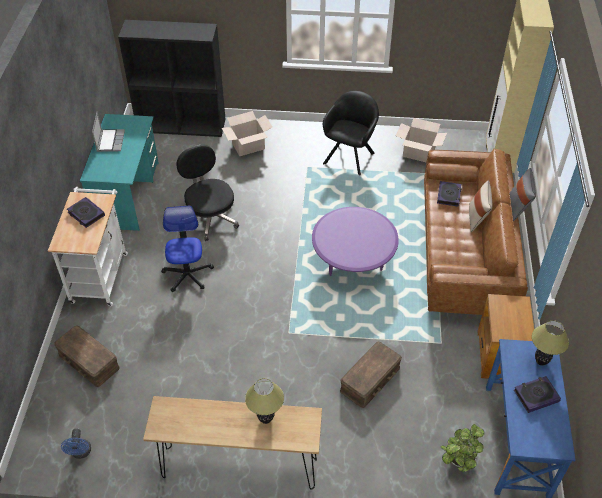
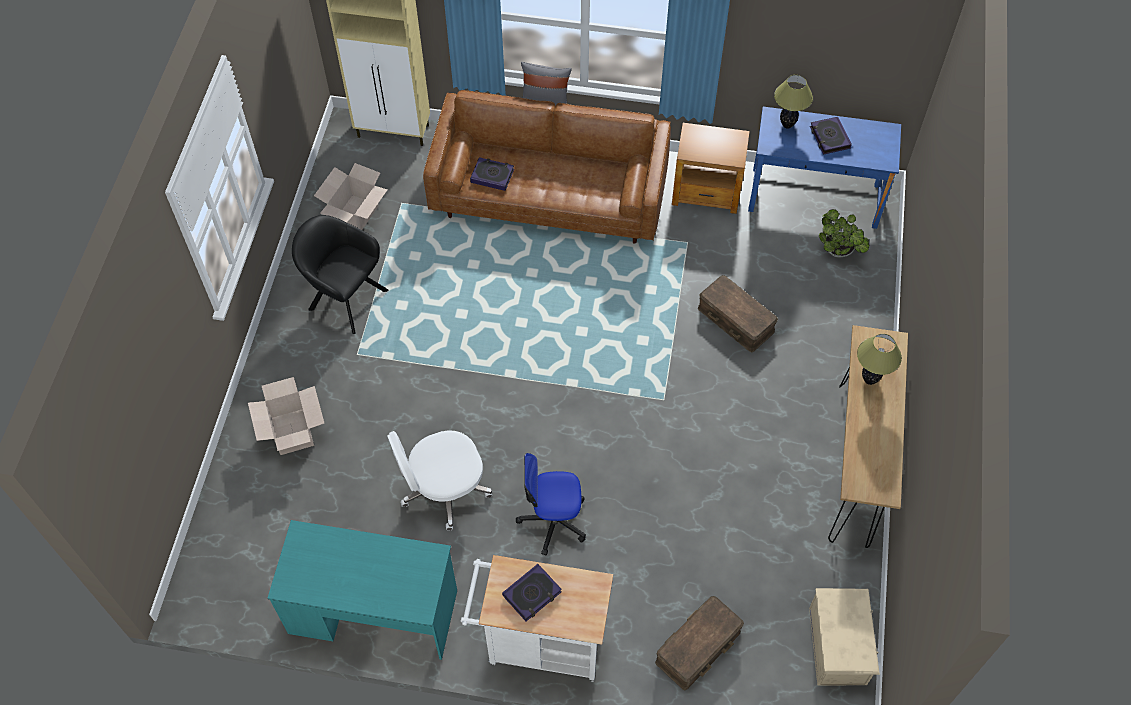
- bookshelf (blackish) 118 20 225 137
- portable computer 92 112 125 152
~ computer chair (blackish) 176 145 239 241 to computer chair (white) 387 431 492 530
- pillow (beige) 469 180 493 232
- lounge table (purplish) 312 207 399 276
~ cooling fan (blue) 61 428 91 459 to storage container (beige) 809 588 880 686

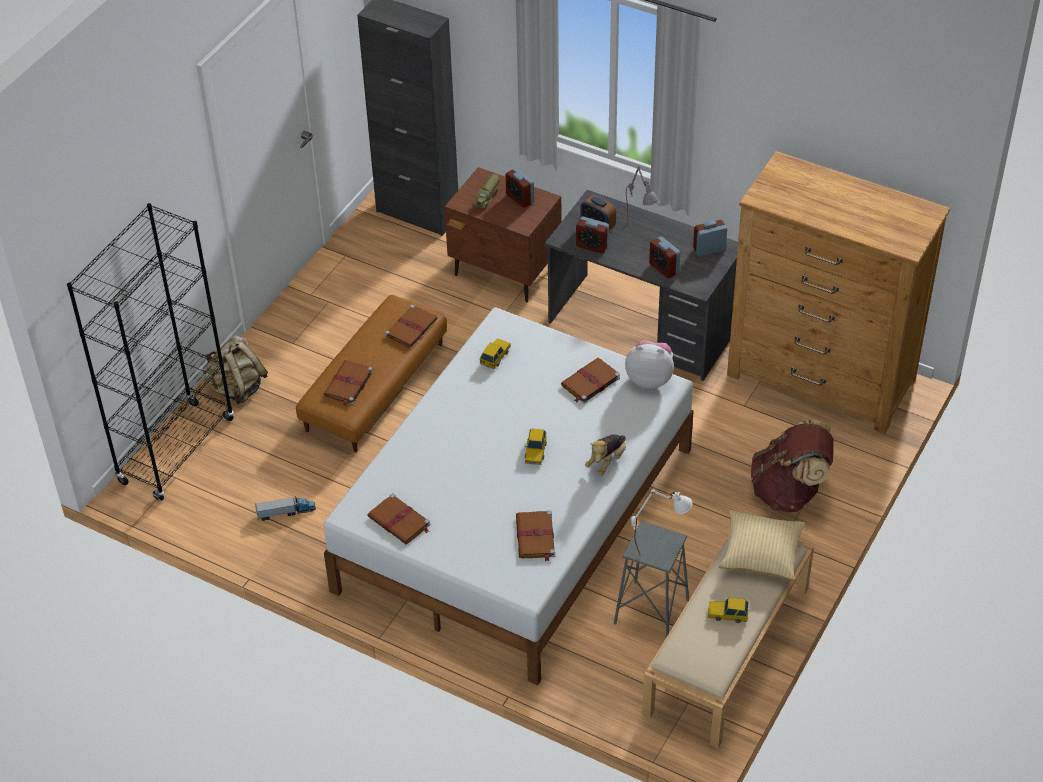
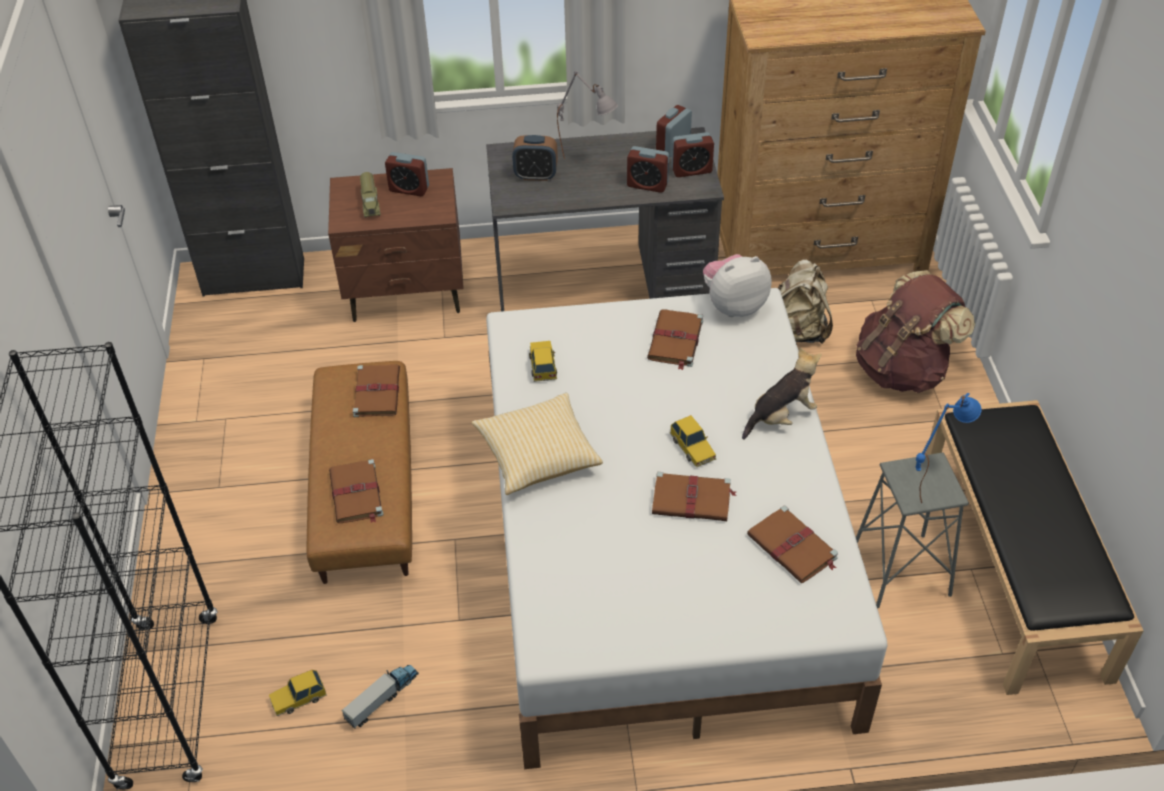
~ bedside clock 576 216 609 254 to 672 132 714 177
~ knapsack (beige) 203 335 268 404 to 778 260 833 344
~ plush toy 585 434 626 476 = 742 347 822 440 120 degrees counterclockwise
~ tabletop lamp (white) 631 490 692 556 to tabletop lamp (blue) 916 393 981 503
~ bound book (brownish) 367 494 430 544 to 652 472 736 521
~ pillow 719 510 805 580 to 471 393 603 495
~ bench (beige) 642 534 814 748 to bench (blackish) 926 400 1143 695
~ miniature car 708 597 749 623 to 269 670 327 716

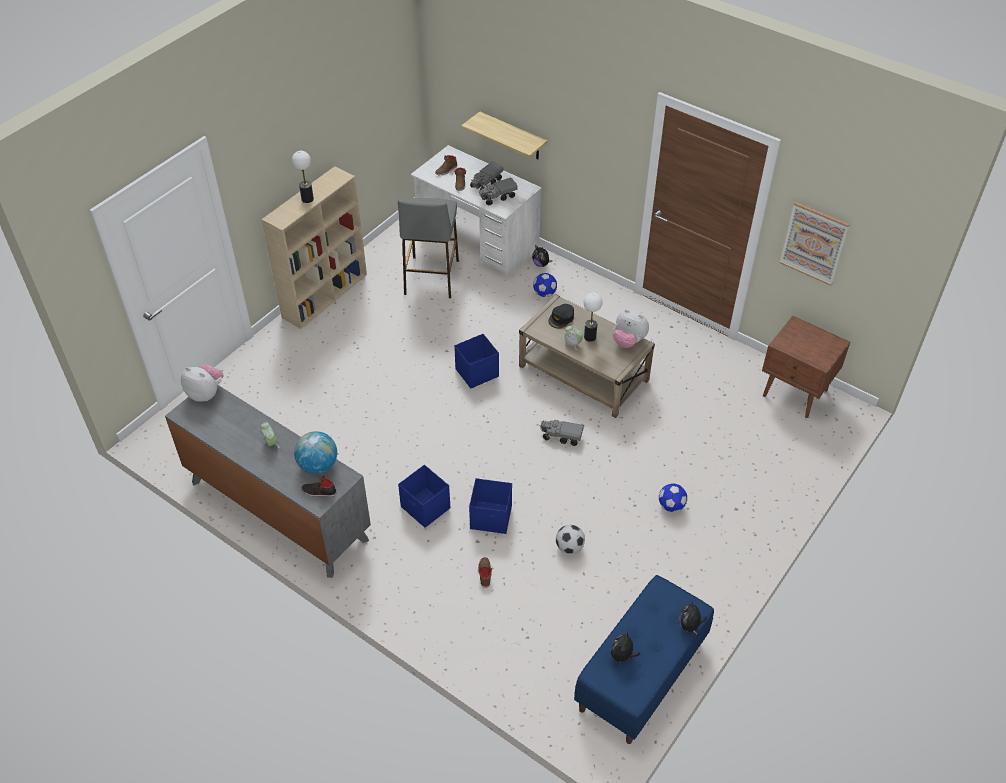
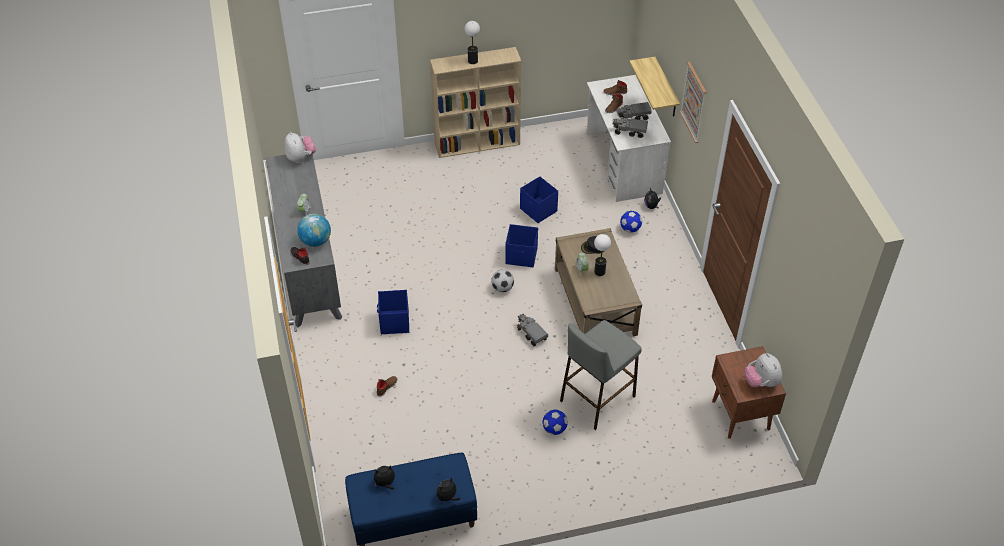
~ sitting stool (grey) 398 198 459 298 to 560 320 642 430
~ wall art 779 202 850 286 to 680 62 707 143
~ plush toy 613 309 649 348 to 744 353 782 387
~ storage container (blue) 469 478 512 534 to 520 176 558 223
~ football 556 525 585 554 to 491 270 514 292

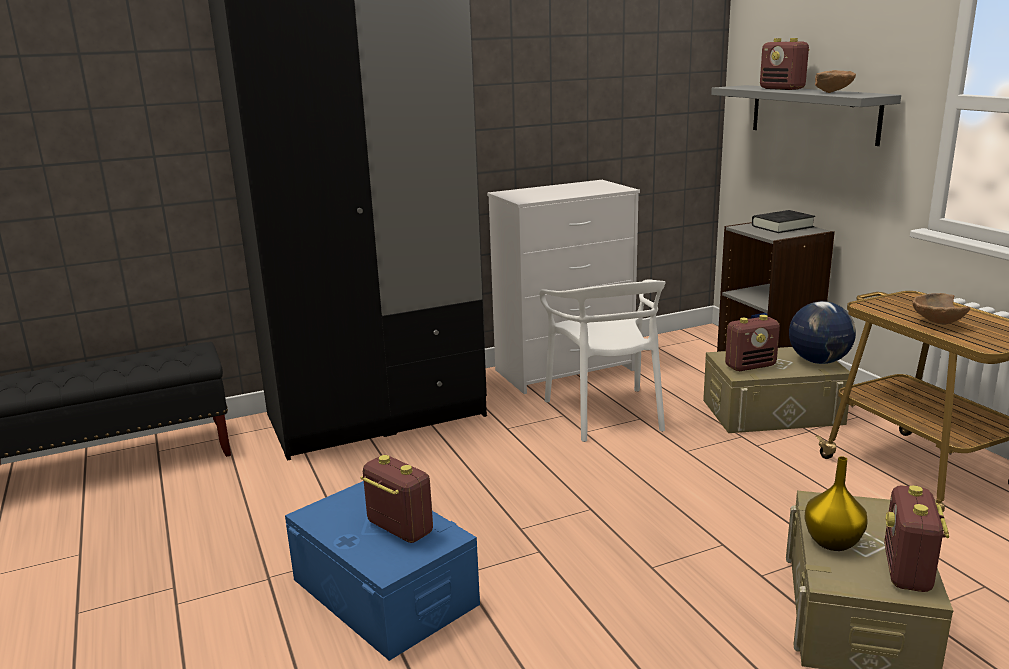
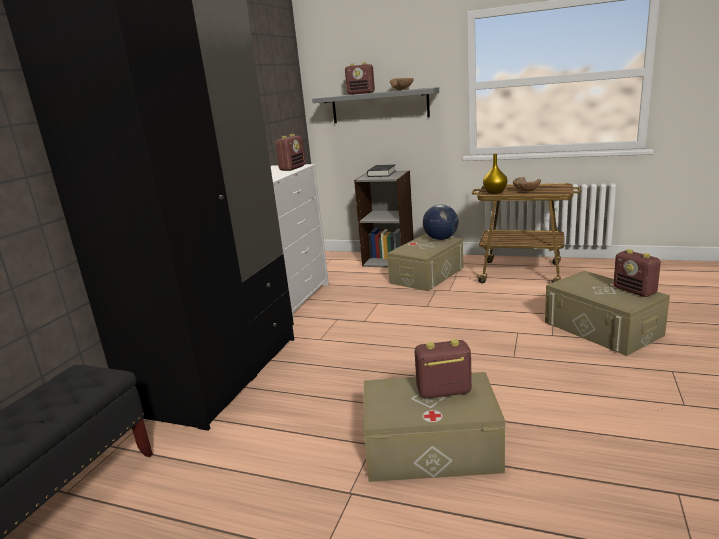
- chair (white) 539 280 666 442
~ radio 725 315 780 371 to 275 134 305 171
~ flower vase (yellowish) 804 456 867 551 to 483 154 507 194
~ storage container (blue) 285 481 480 661 to storage container (beige) 363 372 505 482

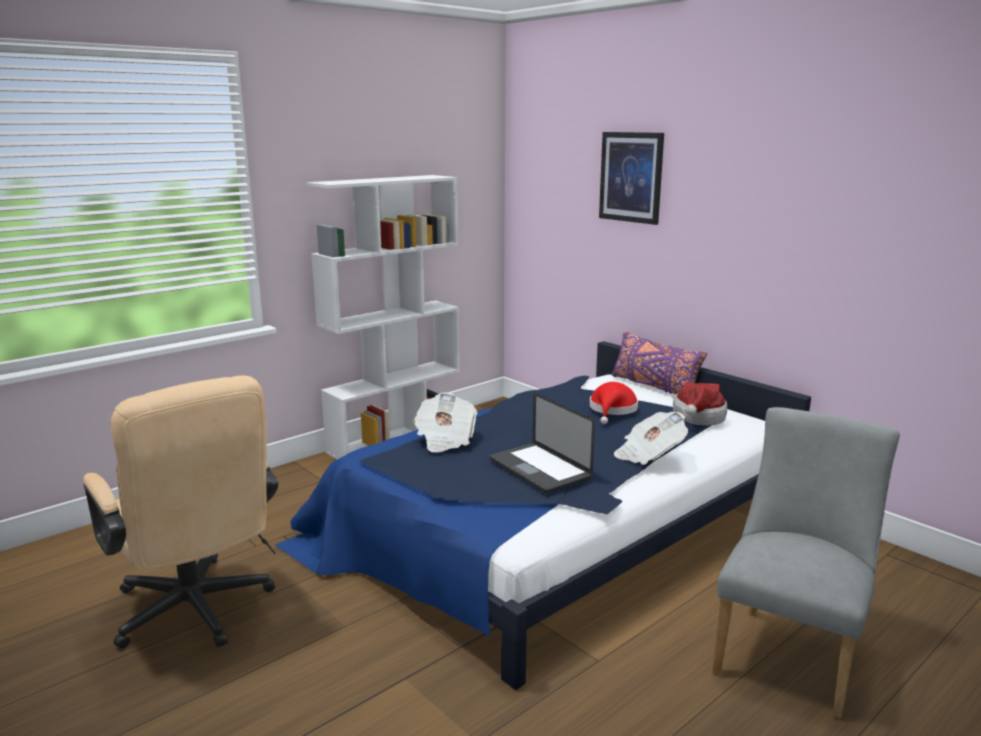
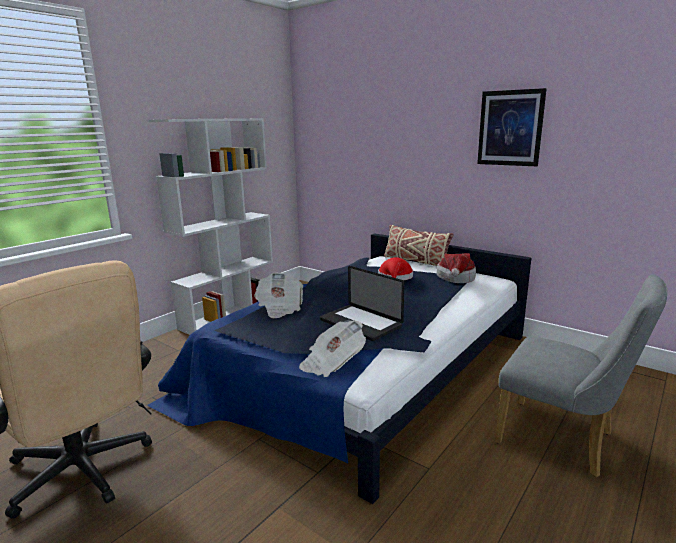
~ wall art 599 132 664 225 to 477 88 547 166
~ pillow (purplish) 612 332 707 395 to pillow (beige) 384 225 454 266
~ chair (grey) 712 407 900 718 = 495 275 667 477 105 degrees clockwise
~ daily paper 614 412 688 465 to 299 321 366 377

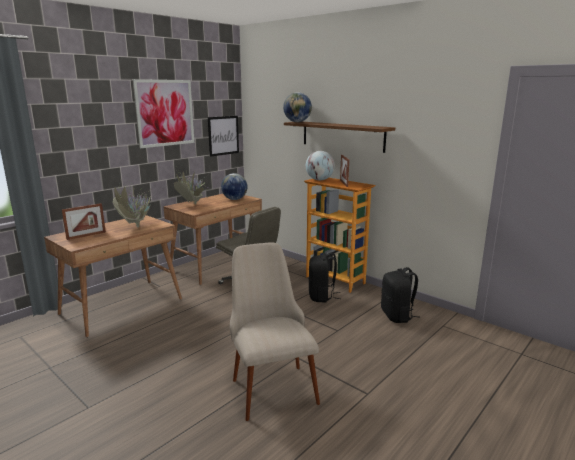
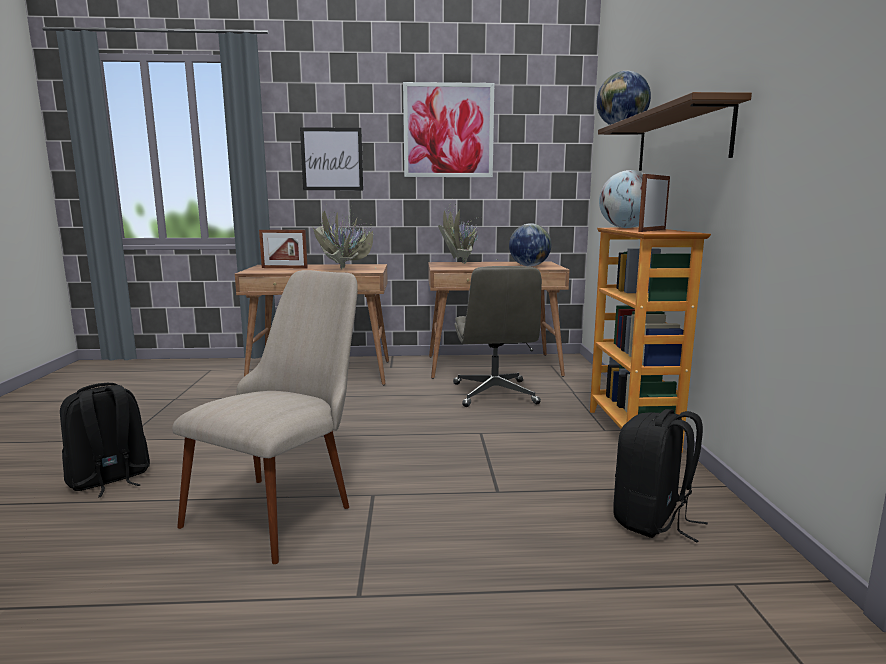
~ wall art 208 116 239 157 to 300 127 363 190
~ knapsack (blackish) 309 252 340 303 to 60 383 150 498

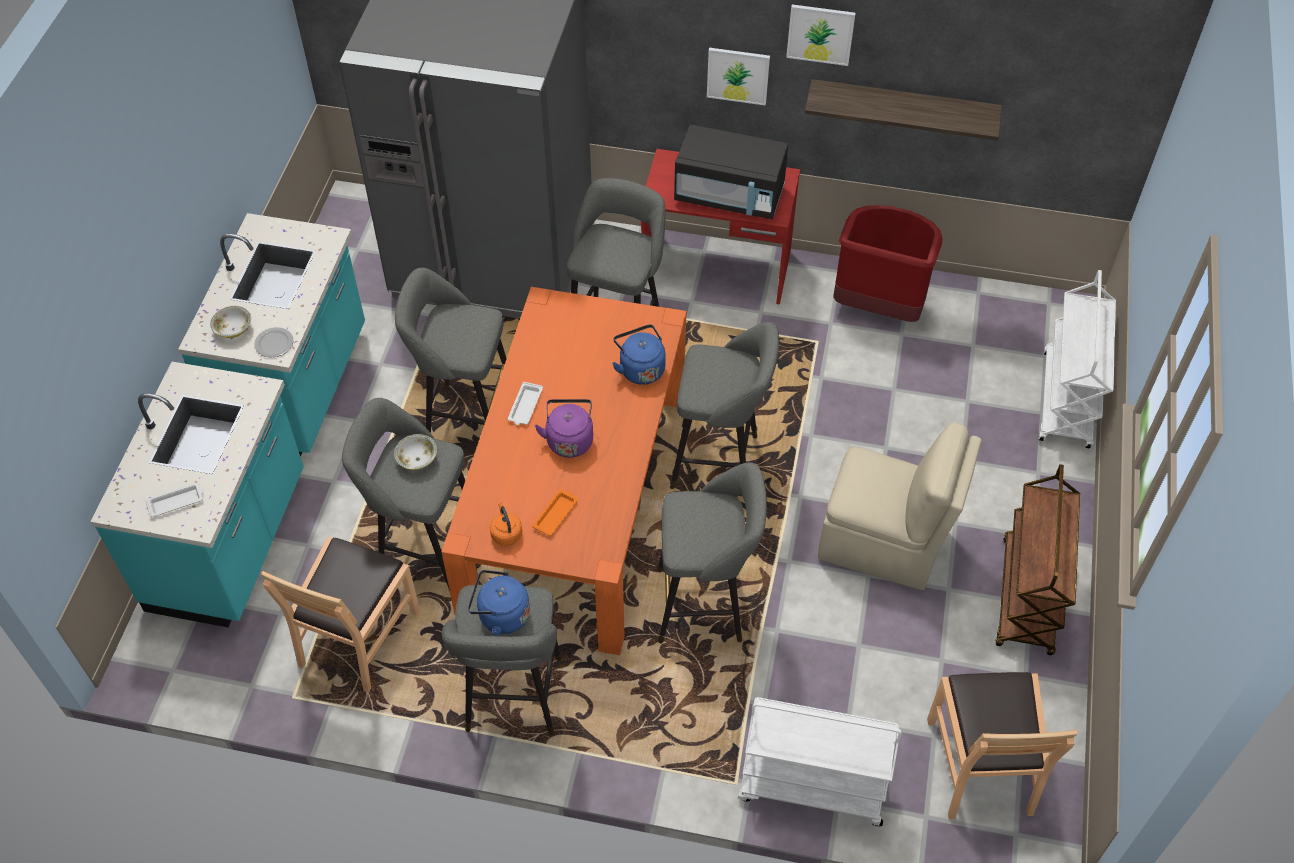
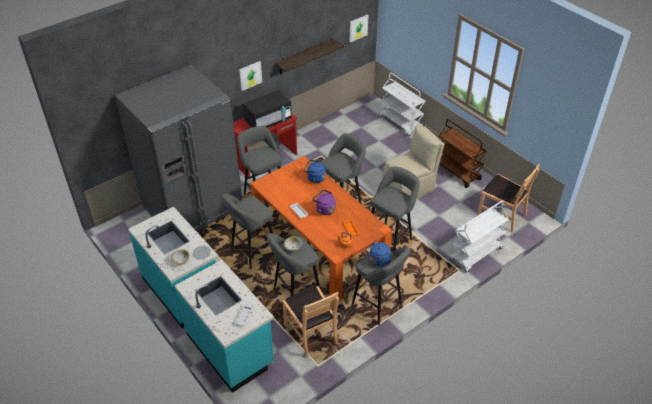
~ wall art 786 4 856 66 to 350 14 369 42
- trash can (red-coloured) 833 205 942 322

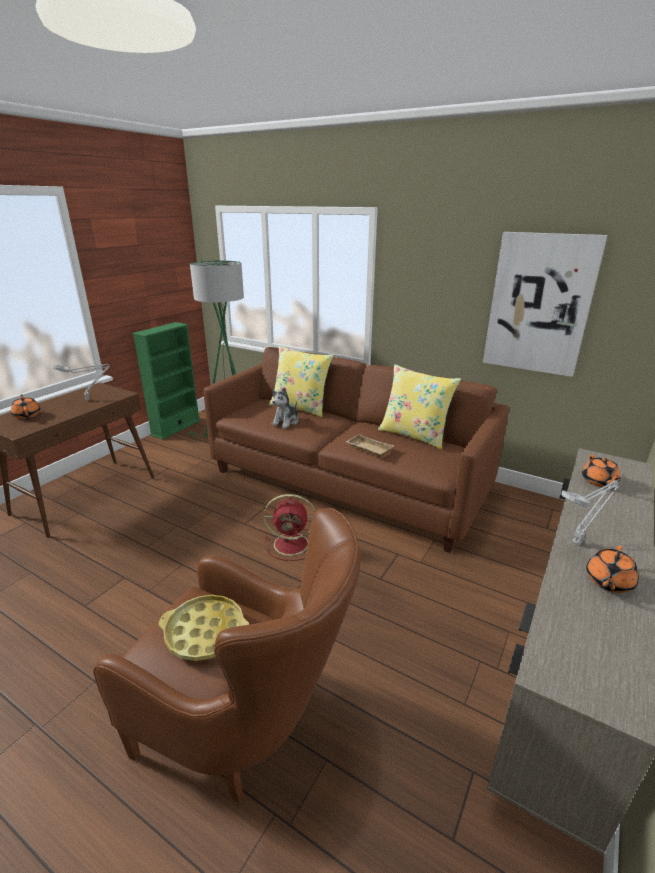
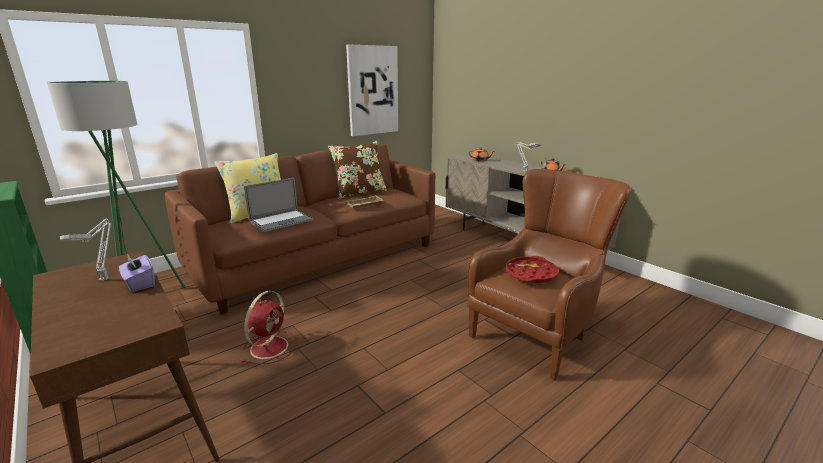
~ pillow (yellowish) 378 364 461 450 to pillow (brownish) 328 141 387 199
~ plush toy 271 388 298 428 to portable computer 244 178 314 232
- tea pot (orange-coloured) 11 394 40 419
~ cooling fan (red-coloured) 264 494 316 561 to 242 291 297 364
~ carrying tray (yellowish) 159 595 249 661 to carrying tray (red-coloured) 506 256 559 283
+ tissue box (purplish) 119 254 155 292

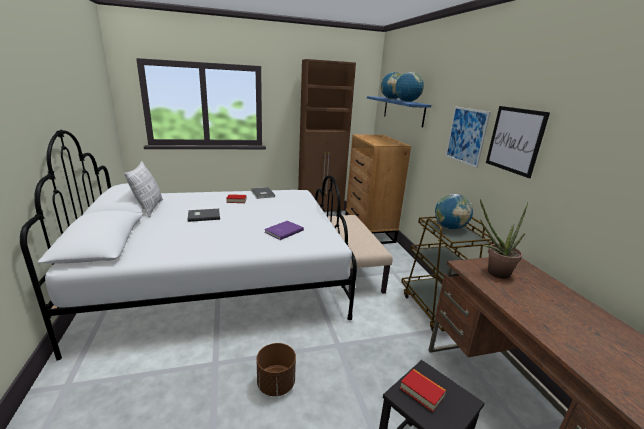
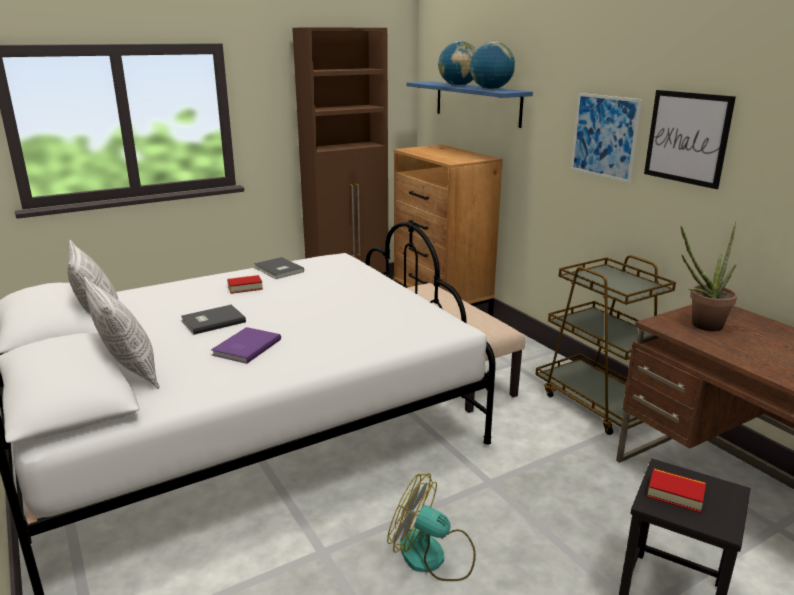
- globe 435 194 473 229
~ bound book (purplish) 264 221 304 240 to 211 327 281 364
~ planter (brownish) 257 343 296 396 to cooling fan 387 473 476 581
+ pillow 83 277 160 389

